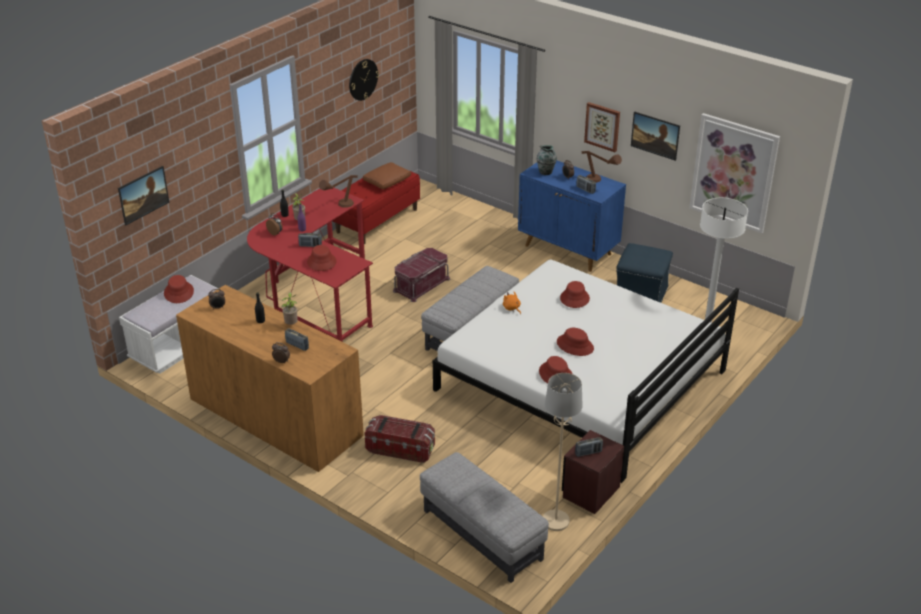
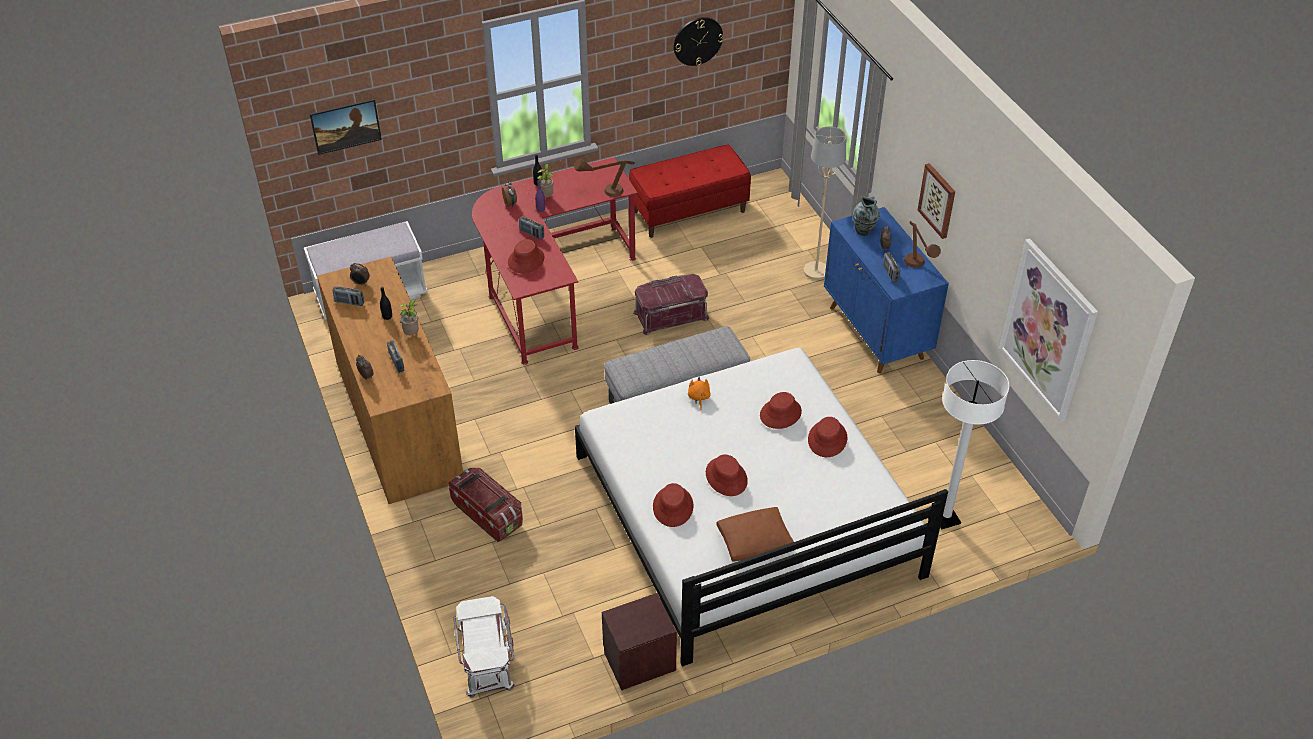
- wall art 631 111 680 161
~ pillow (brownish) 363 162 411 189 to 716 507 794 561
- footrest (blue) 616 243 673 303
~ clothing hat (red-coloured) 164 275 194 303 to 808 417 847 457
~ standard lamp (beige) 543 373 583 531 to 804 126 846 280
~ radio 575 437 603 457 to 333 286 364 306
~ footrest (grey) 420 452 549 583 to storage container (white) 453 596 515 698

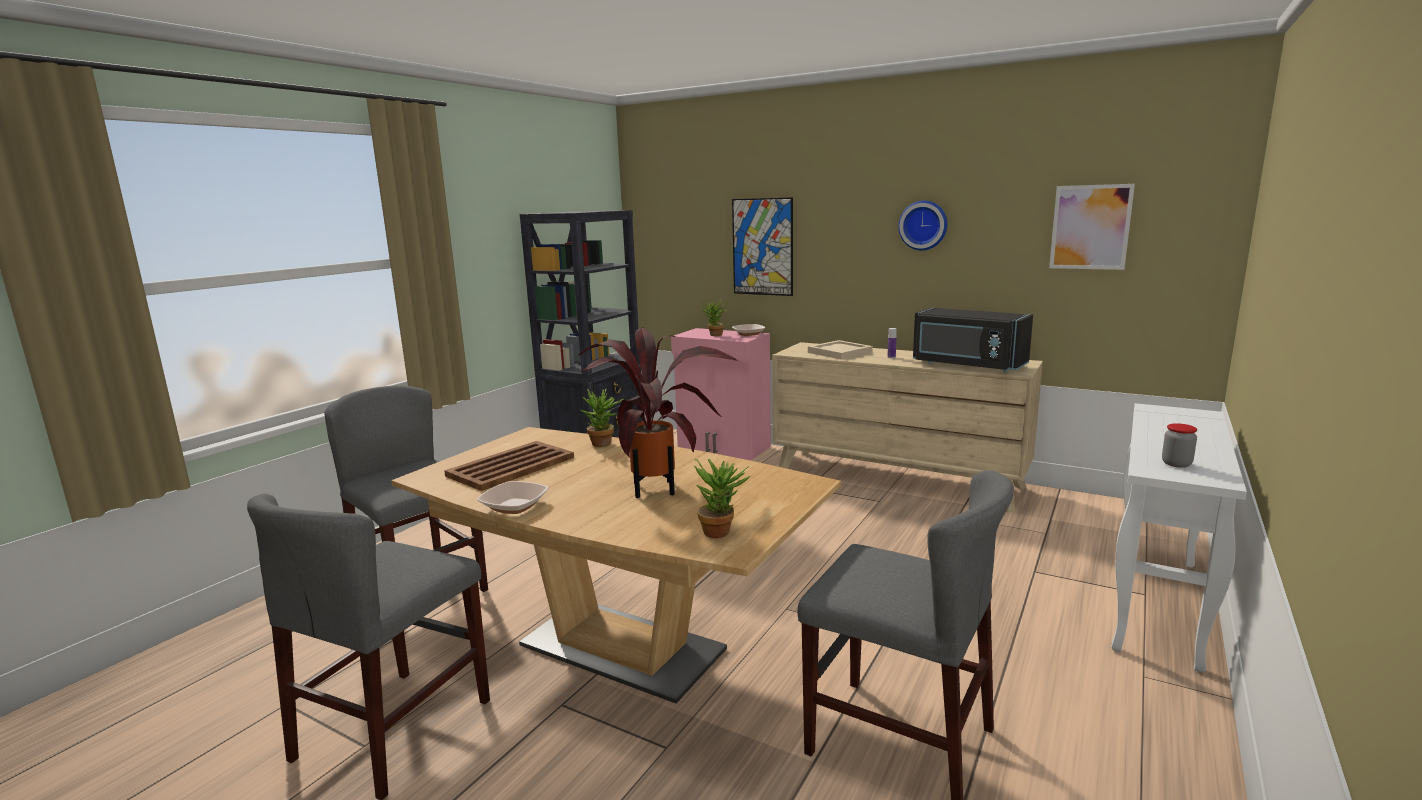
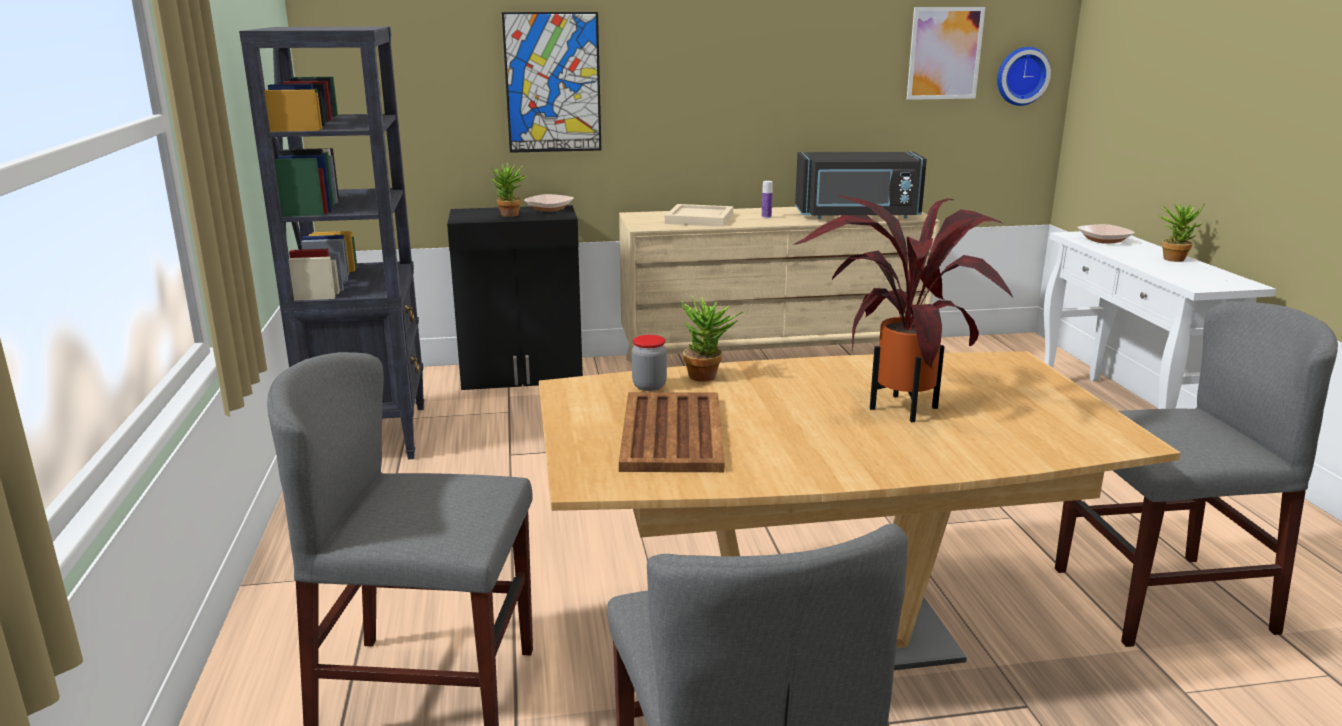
~ hanging clock 898 201 947 250 to 997 47 1051 106
~ cabinet (pink-coloured) 671 328 771 460 to cabinet (blackish) 447 205 583 390
~ preserve jar 1162 423 1197 468 to 632 335 667 391
~ houseplant 693 459 750 538 to 1158 203 1205 262
~ serving bowl 477 481 549 514 to 1077 224 1135 244

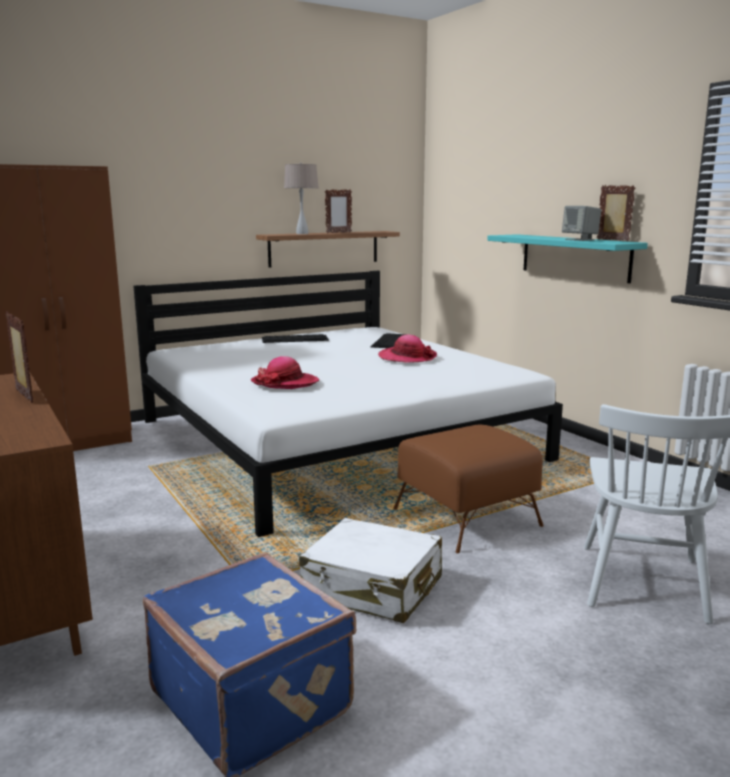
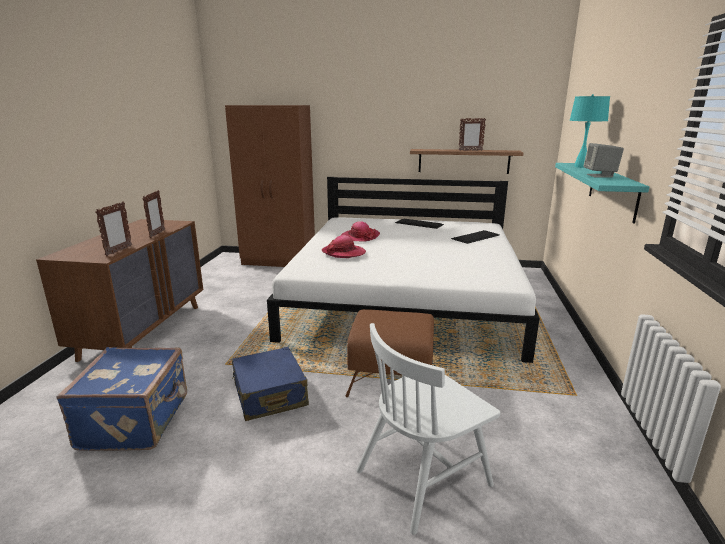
- tabletop lamp (beige) 284 163 319 234
~ photo frame 597 185 635 241 to 95 201 132 256
~ clothing hat 378 335 437 363 to 341 221 380 242
~ suitcase (white) 299 518 442 623 to suitcase (blue) 232 347 309 421
+ tabletop lamp (turquoise) 570 94 610 168

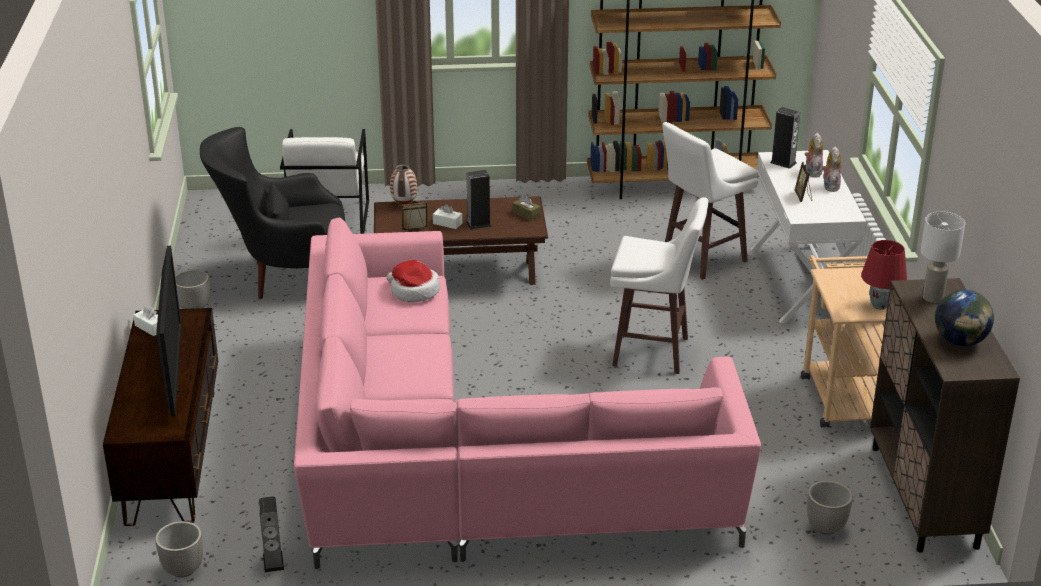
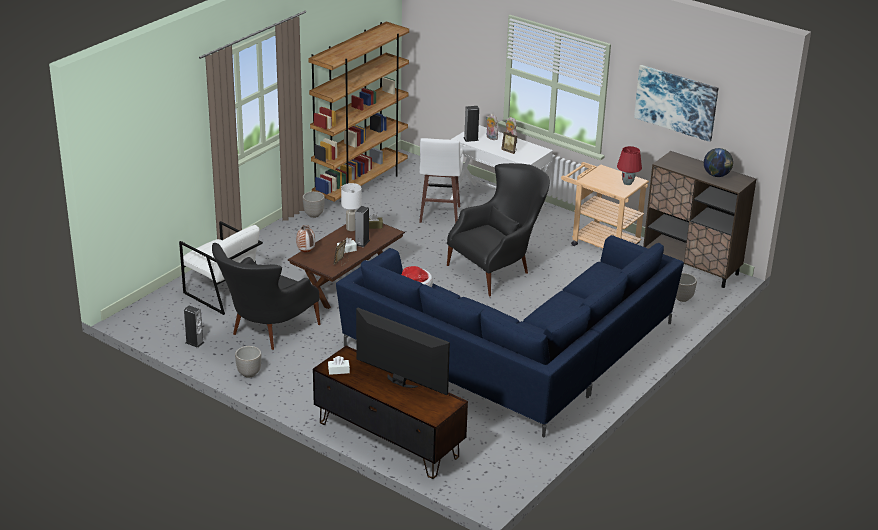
~ sitting stool (white) 610 197 708 374 to lounge chair (blackish) 447 163 550 296
~ tabletop lamp (white) 921 212 965 303 to 341 183 362 231
~ couch (pink-coloured) 294 217 761 569 to couch (blue) 336 235 684 437
~ speaker 258 496 284 572 to 184 305 204 348
~ planter 155 521 203 578 to 303 191 325 218
+ wall art 634 65 719 142

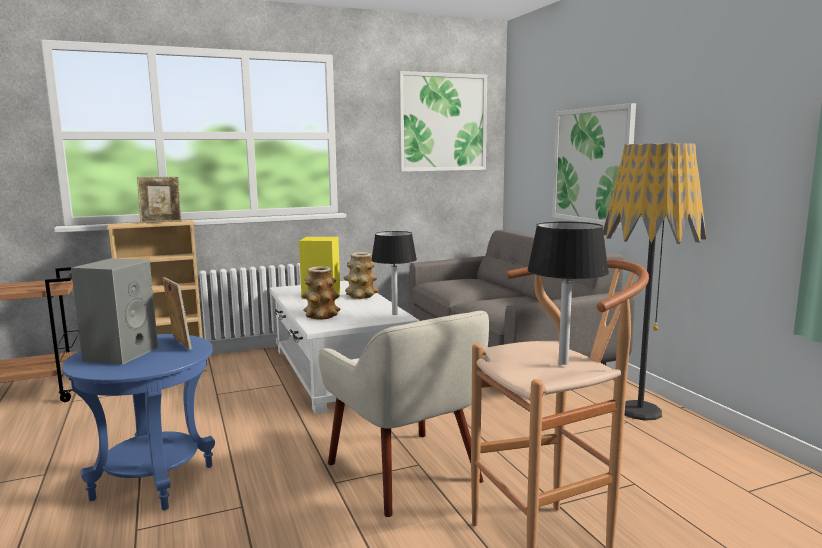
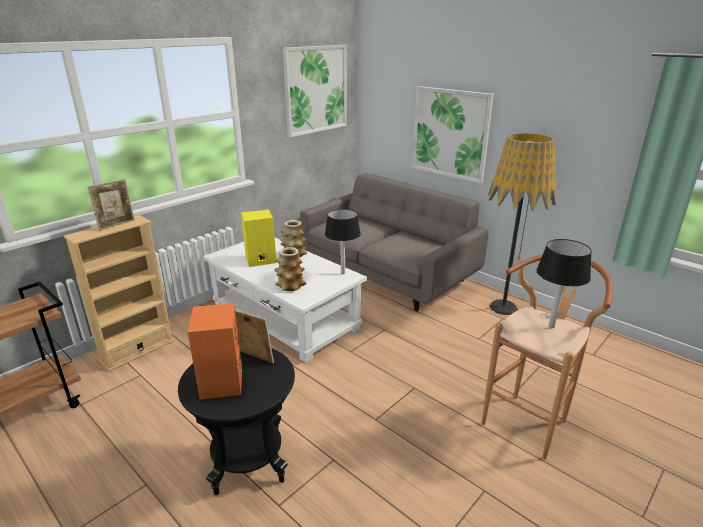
~ speaker (grey) 71 258 158 365 to speaker (orange-coloured) 188 303 242 400
- lounge chair (beige) 318 311 489 517
~ accent table (blue) 62 334 215 510 to accent table (blackish) 178 349 295 495

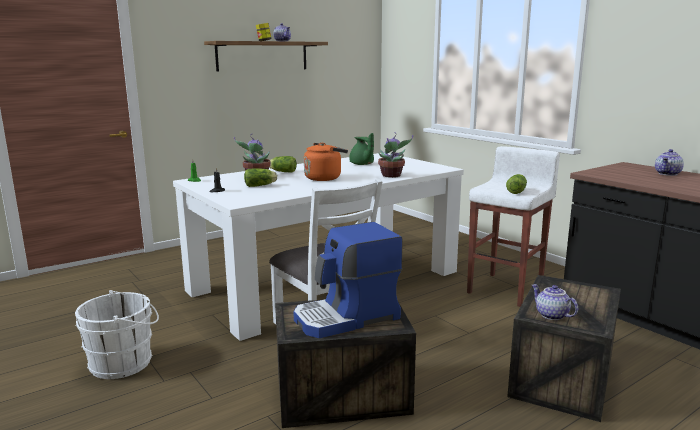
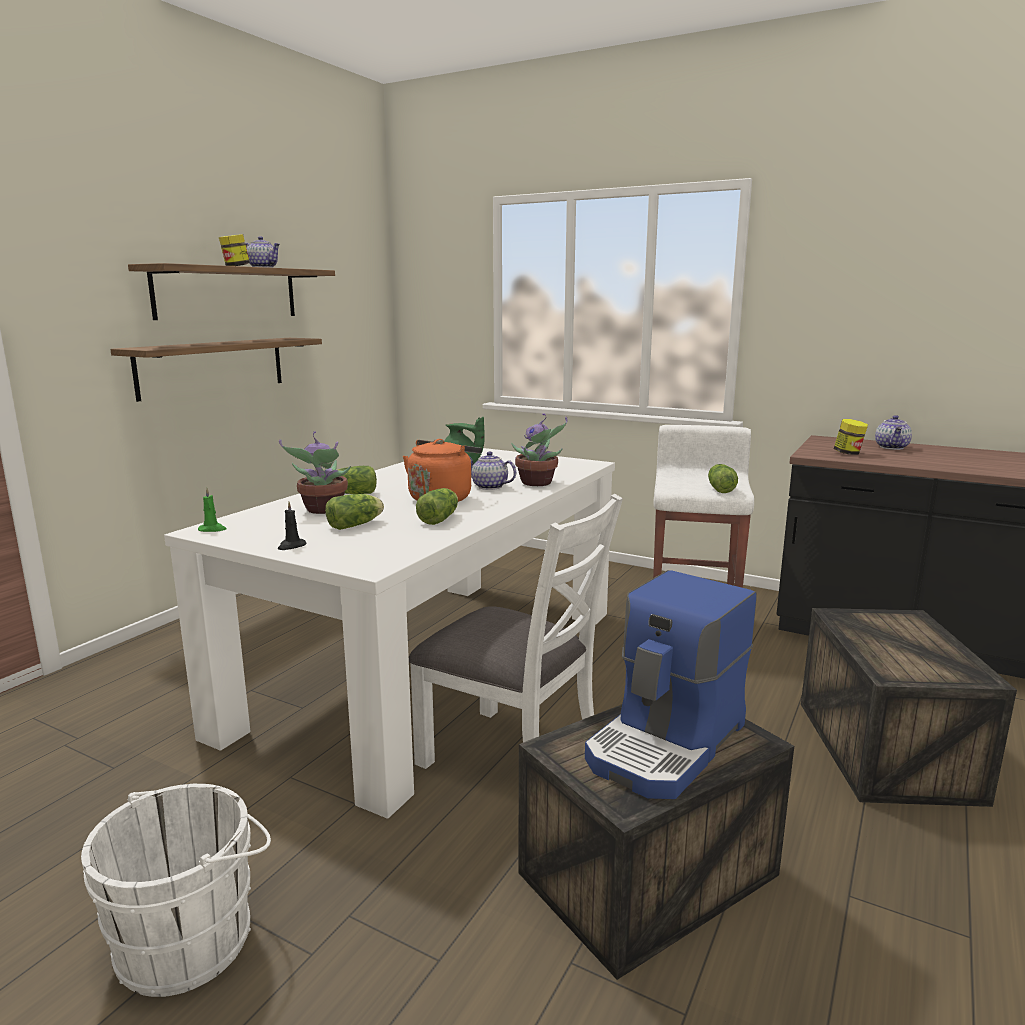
~ tea pot 532 284 578 320 to 470 451 516 490
+ wall shelf 110 338 322 402
+ preserve jar 834 419 868 455
+ head of lettuce 416 488 458 525

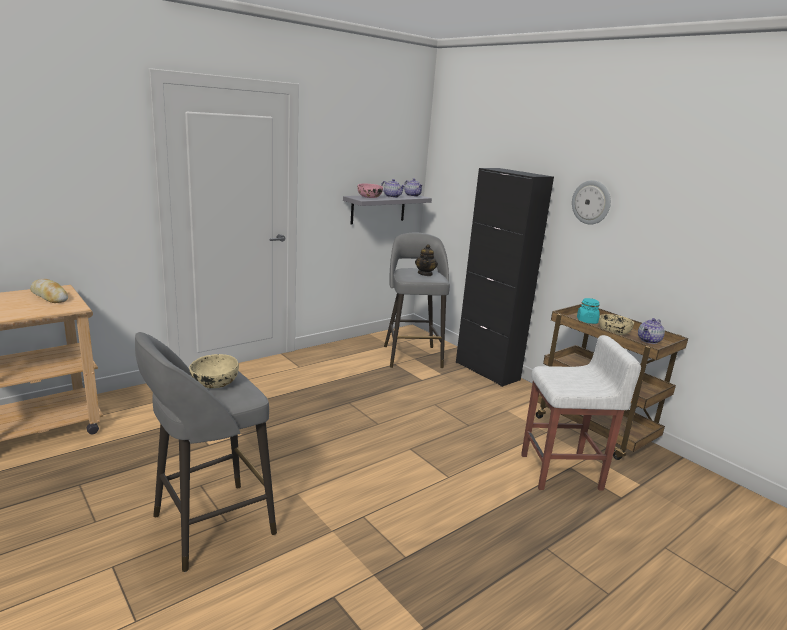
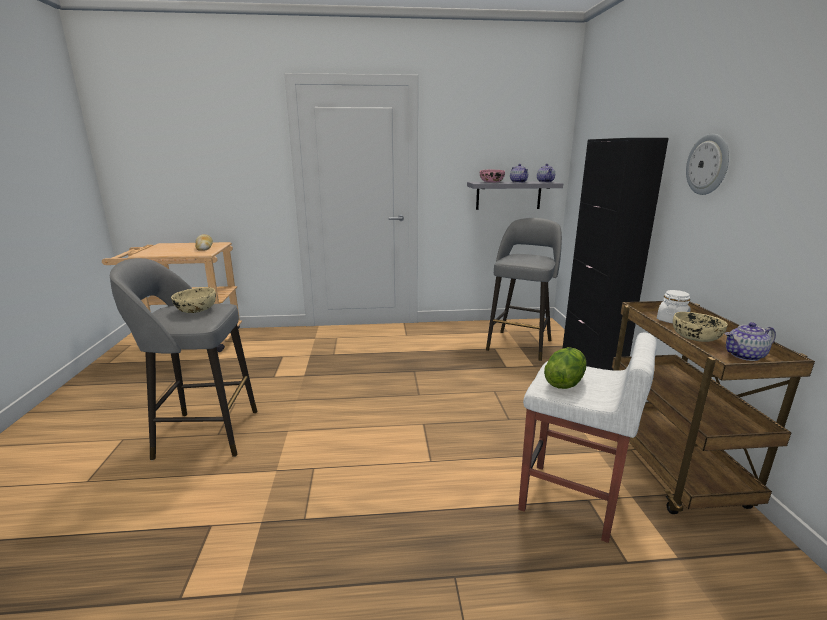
- tea pot 415 244 438 276
~ preserve jar (turquoise) 577 298 600 324 to preserve jar (white) 657 290 690 323
+ head of lettuce 544 347 586 389

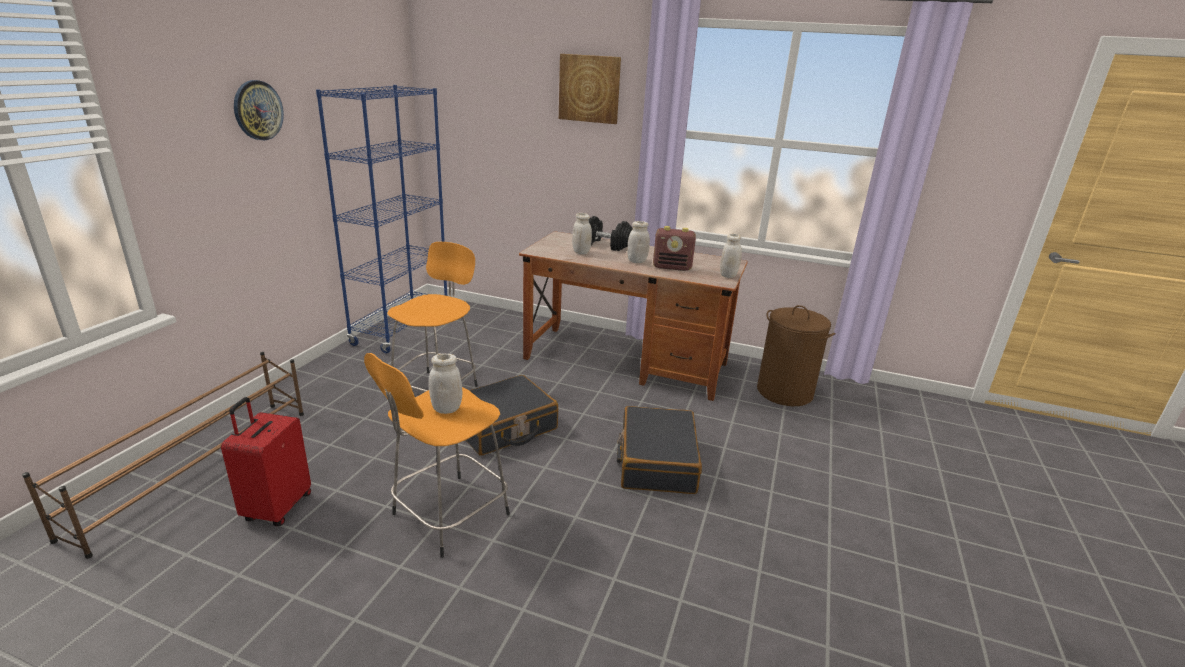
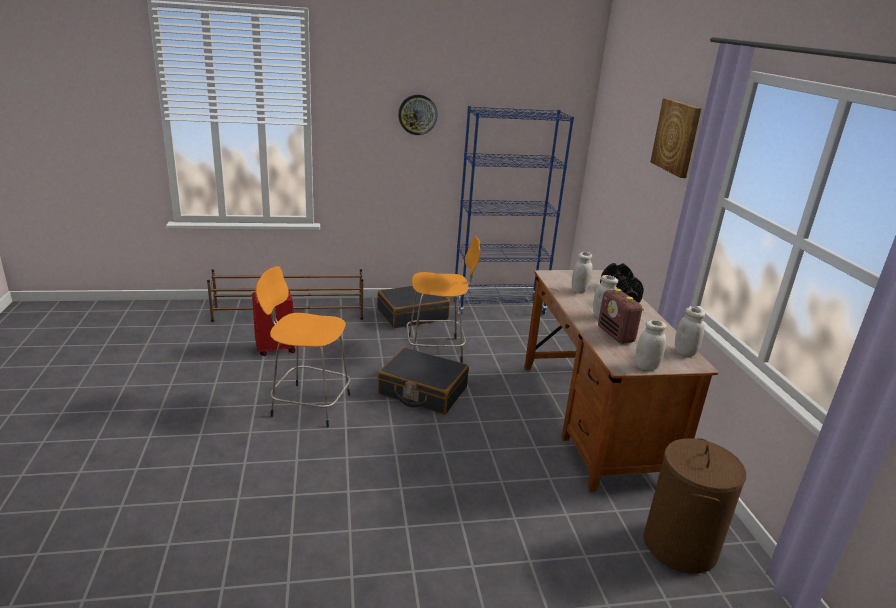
~ preserve jar (white) 429 354 462 414 to 675 307 705 356
~ suitcase (blackish) 617 406 702 494 to 377 286 450 328

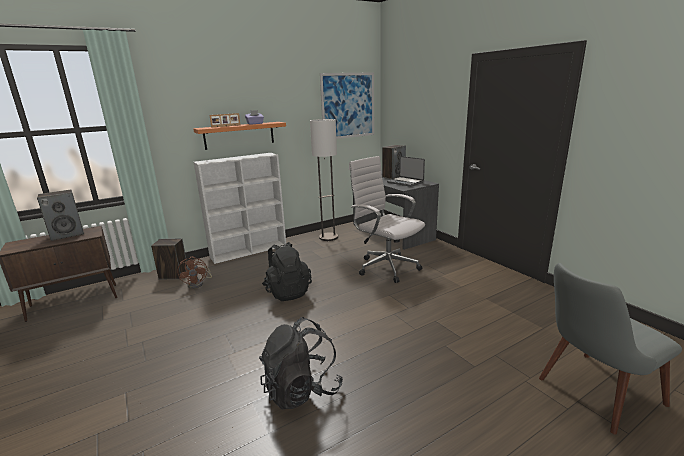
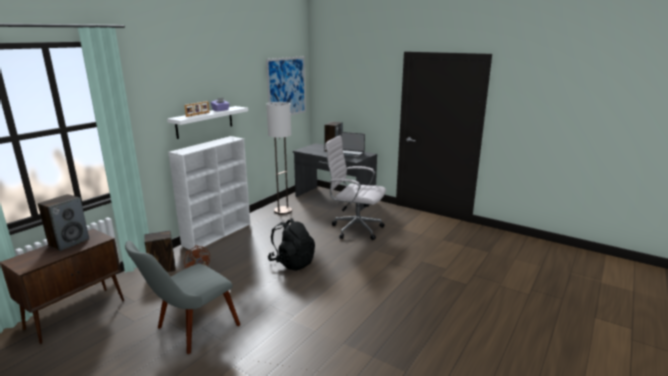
~ wall shelf (orange-coloured) 193 122 286 150 to wall shelf (white) 167 106 248 139
~ chair (grey) 539 263 682 435 to 125 241 240 354
- knapsack (blackish) 259 317 343 410

